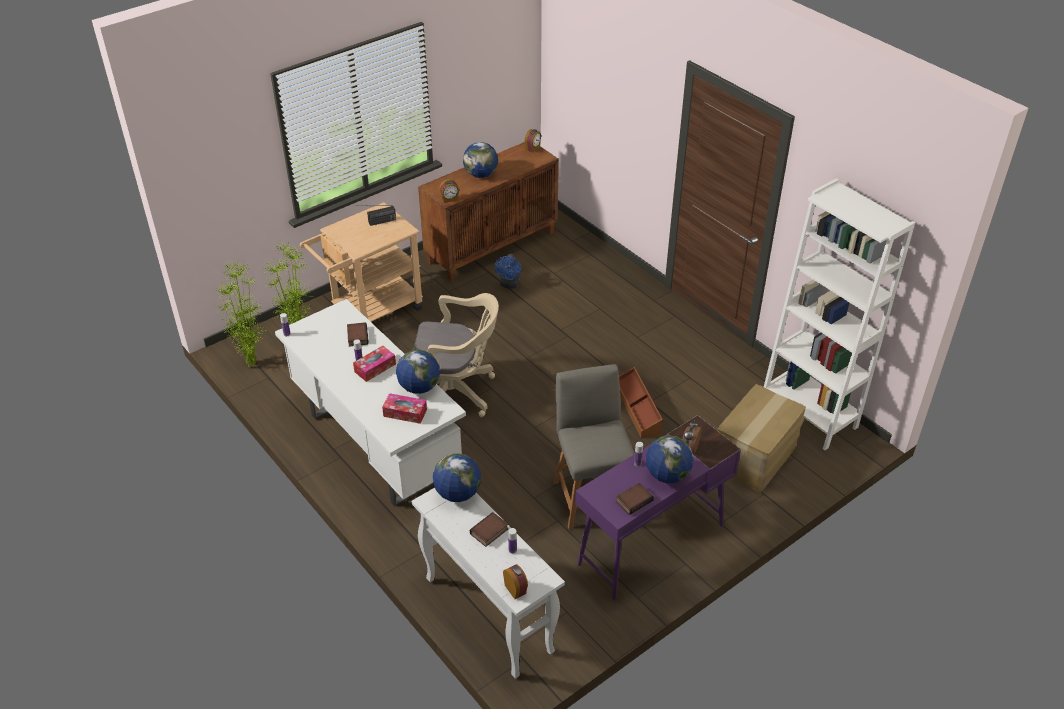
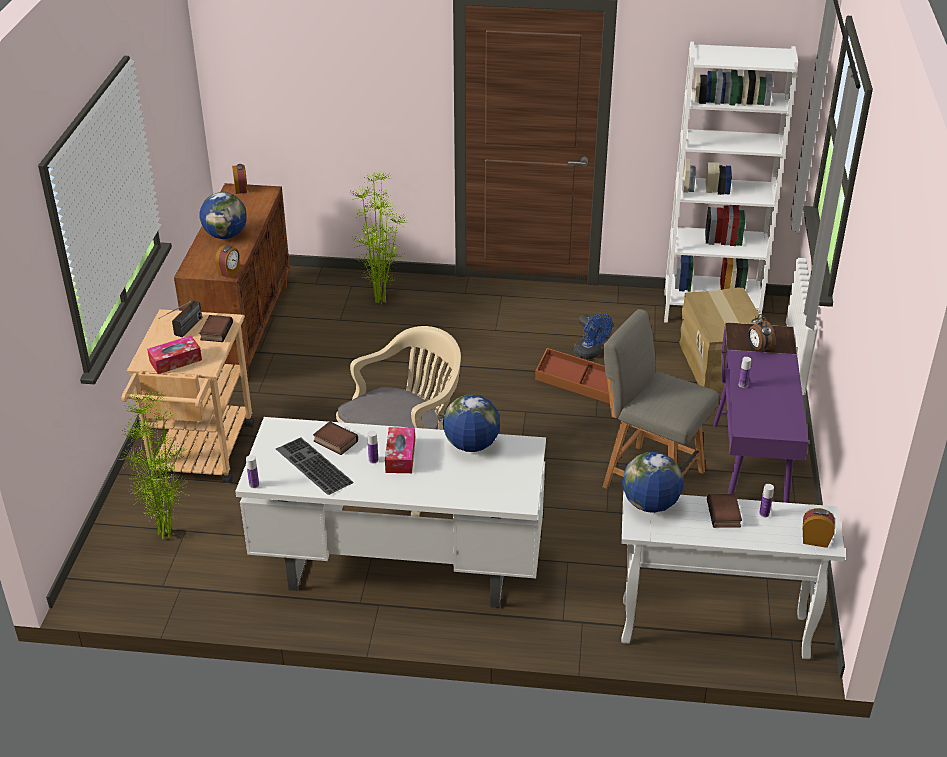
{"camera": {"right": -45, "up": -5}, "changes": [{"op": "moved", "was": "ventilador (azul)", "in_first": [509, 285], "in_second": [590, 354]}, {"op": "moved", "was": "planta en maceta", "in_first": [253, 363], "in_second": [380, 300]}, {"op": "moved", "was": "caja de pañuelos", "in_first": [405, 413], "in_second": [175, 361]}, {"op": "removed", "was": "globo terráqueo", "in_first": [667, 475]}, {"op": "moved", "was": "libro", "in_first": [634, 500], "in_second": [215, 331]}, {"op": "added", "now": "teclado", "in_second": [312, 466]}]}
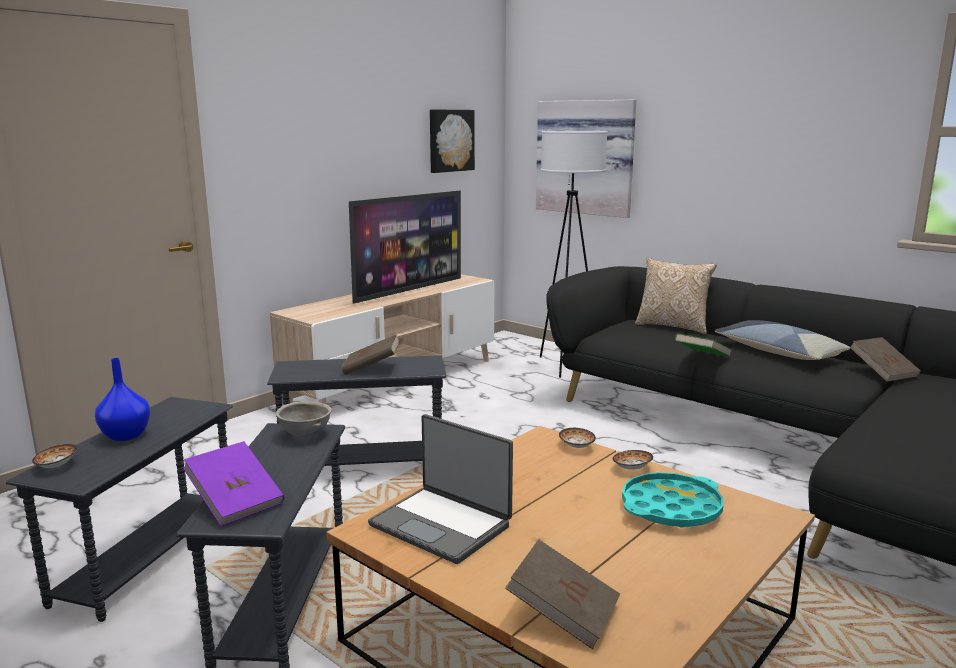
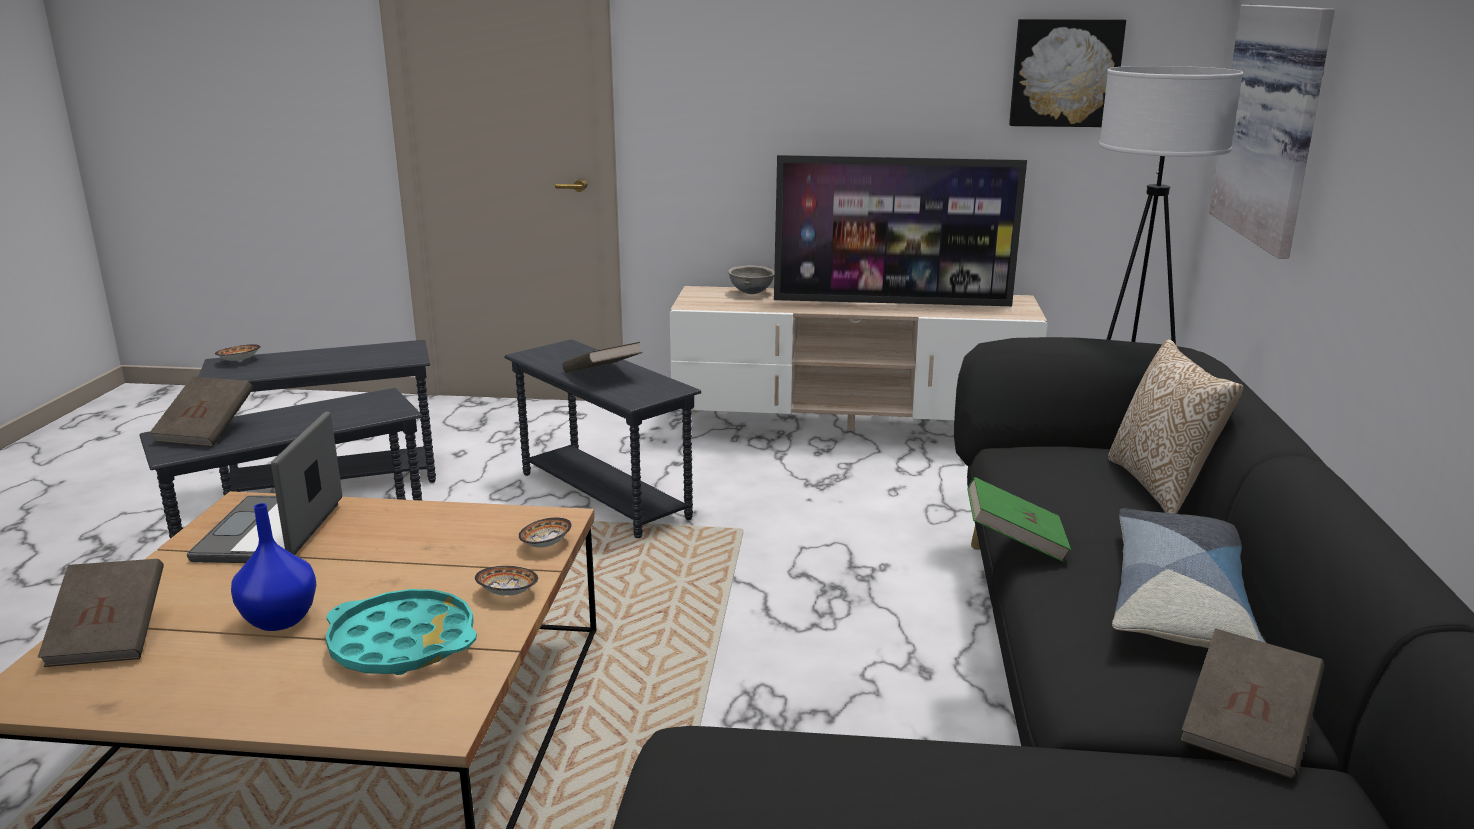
{"camera": {"right": 55, "up": 5}, "changes": [{"op": "moved", "was": "florero (azul)", "in_first": [124, 436], "in_second": [278, 619]}, {"op": "moved", "was": "cuenco (gris)", "in_first": [305, 434], "in_second": [752, 293]}, {"op": "recoloured", "was": "libro (morado)", "now": "libro (marrón)", "in_first": [236, 502], "in_second": [207, 431]}]}
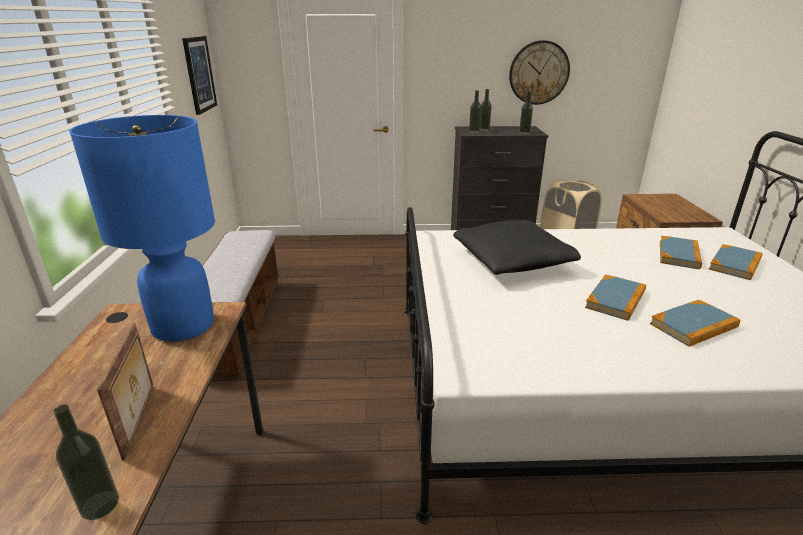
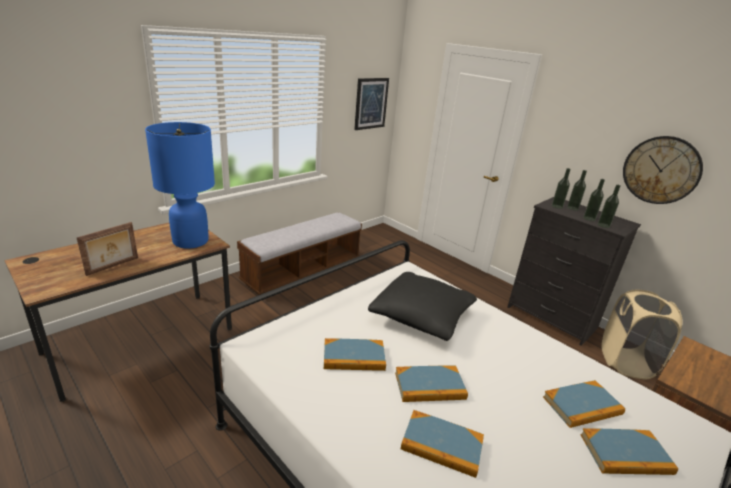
{"camera": {"right": 45, "up": 0}, "changes": [{"op": "moved", "was": "botella", "in_first": [99, 504], "in_second": [589, 218]}, {"op": "added", "now": "libro", "in_second": [354, 357]}]}
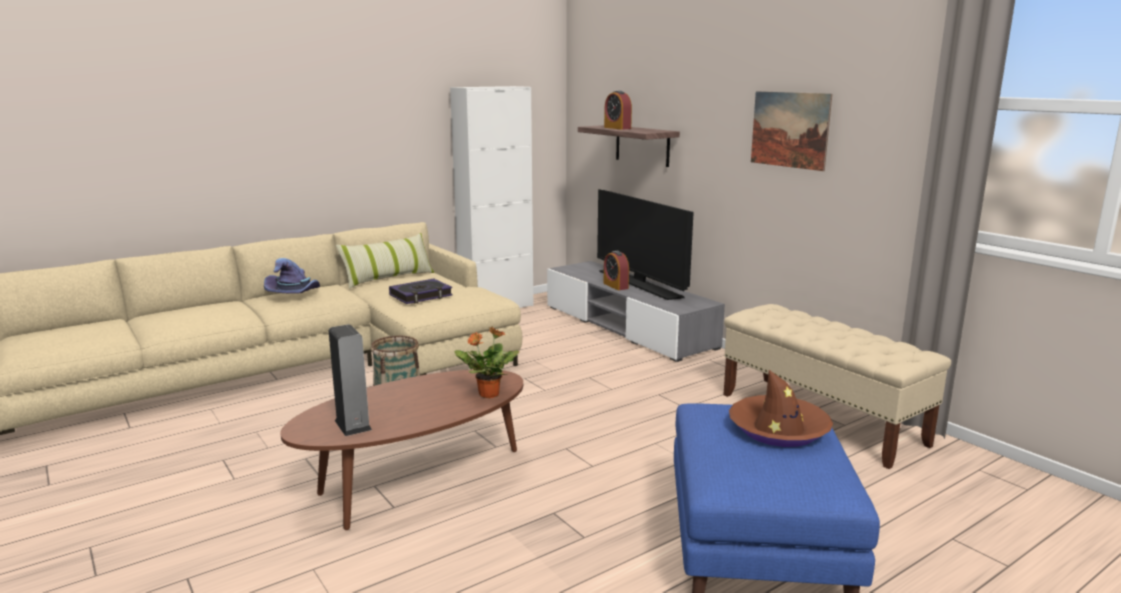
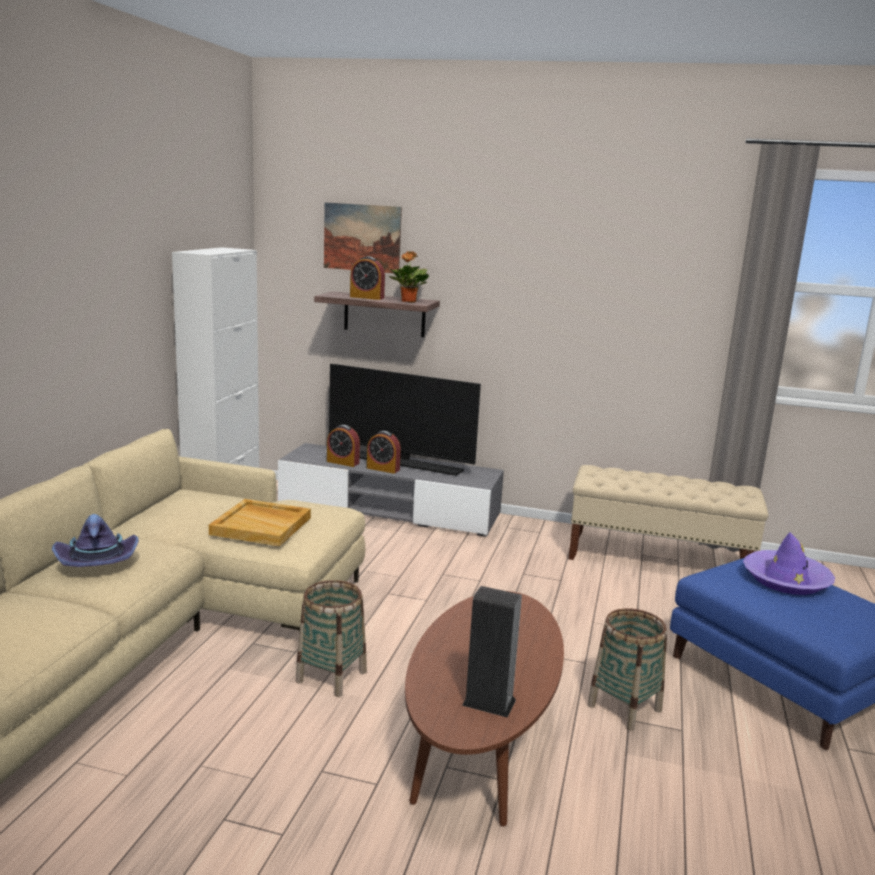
{"camera": {"right": -40, "up": 0}, "changes": [{"op": "moved", "was": "cuadro", "in_first": [789, 129], "in_second": [362, 237]}, {"op": "removed", "was": "cojín", "in_first": [388, 278]}, {"op": "replaced", "was": "libro", "now": "bandeja (beis)", "in_first": [421, 296], "in_second": [262, 526]}, {"op": "moved", "was": "planta en maceta", "in_first": [488, 394], "in_second": [408, 301]}, {"op": "recoloured", "was": "sombrero (marrón)", "now": "sombrero (morado)", "in_first": [778, 430], "in_second": [786, 580]}, {"op": "added", "now": "despertador", "in_second": [343, 462]}, {"op": "added", "now": "cesta", "in_second": [624, 707]}]}
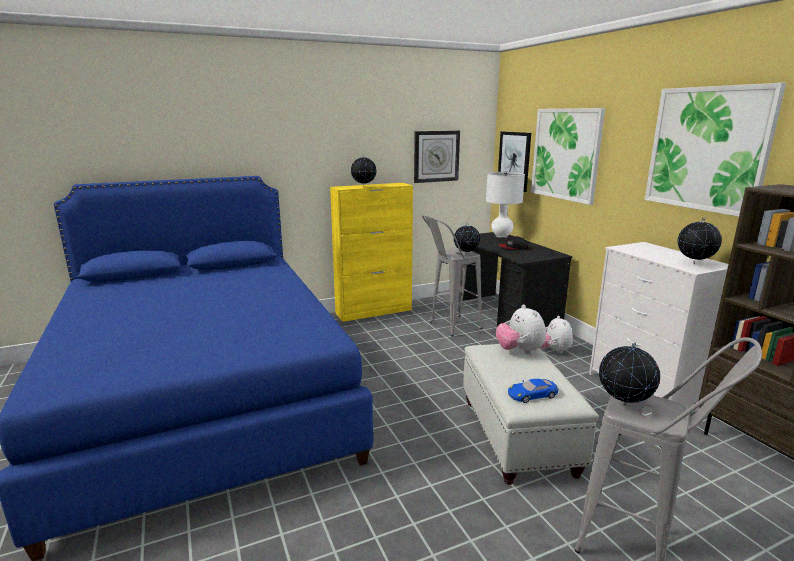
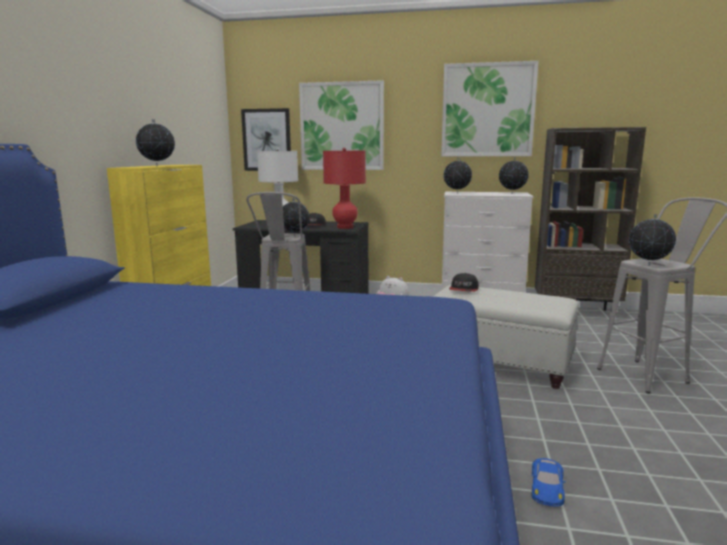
{"camera": {"right": -55, "up": -5}, "changes": [{"op": "removed", "was": "reloj de pared", "in_first": [436, 156]}, {"op": "replaced", "was": "peluche", "now": "gorra", "in_first": [519, 351], "in_second": [464, 290]}, {"op": "moved", "was": "coche de juguete (azul)", "in_first": [532, 394], "in_second": [547, 487]}, {"op": "added", "now": "lámpara de mesa (rojo)", "in_second": [345, 227]}, {"op": "added", "now": "globo terráqueo", "in_second": [456, 193]}]}
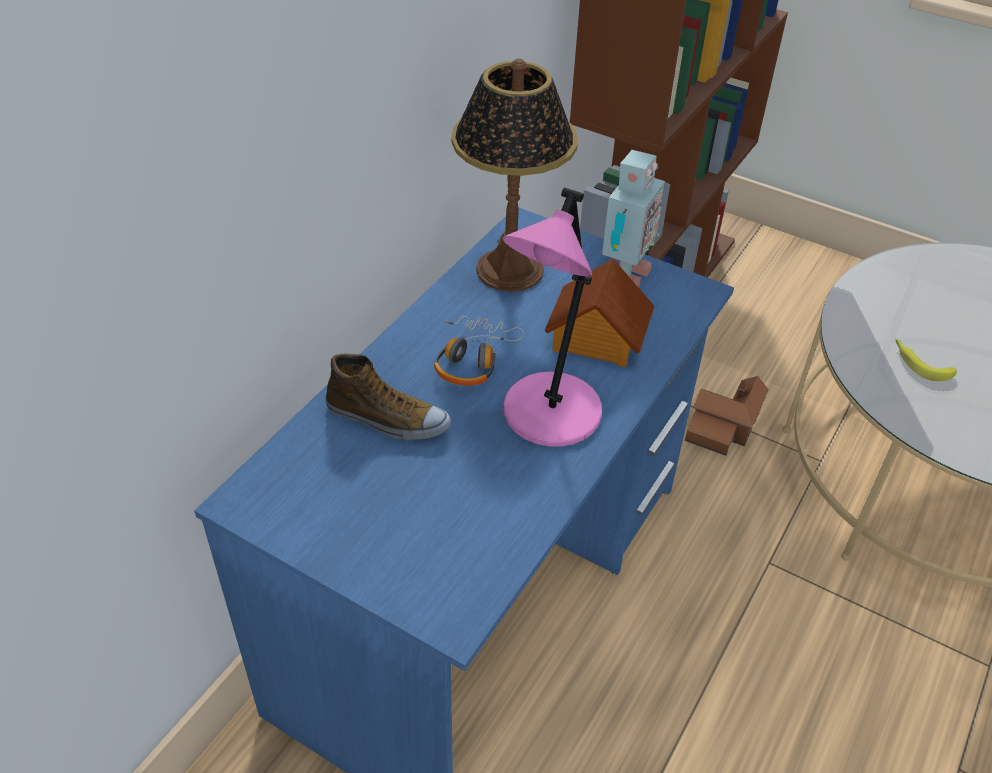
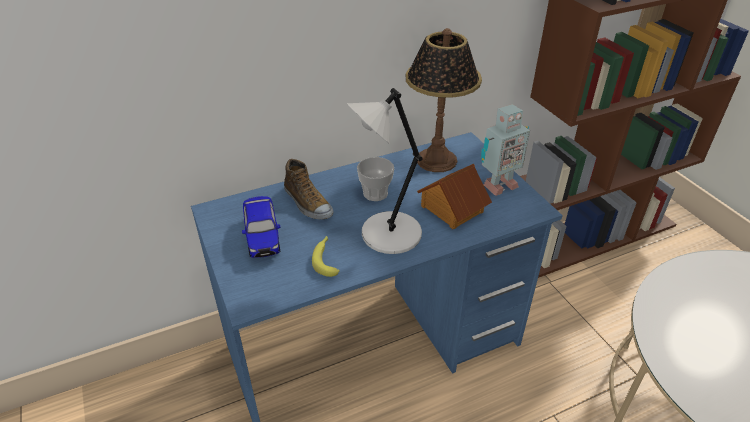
{"camera": {"right": 35, "up": -5}, "changes": [{"op": "recoloured", "was": "lámpara de mesa (rosa)", "now": "lámpara de mesa (gris)", "in_first": [549, 415], "in_second": [388, 235]}, {"op": "replaced", "was": "auriculares", "now": "taza", "in_first": [472, 358], "in_second": [375, 193]}, {"op": "moved", "was": "plátano", "in_first": [919, 363], "in_second": [326, 259]}, {"op": "removed", "was": "casita", "in_first": [724, 426]}, {"op": "added", "now": "coche de juguete", "in_second": [262, 237]}]}
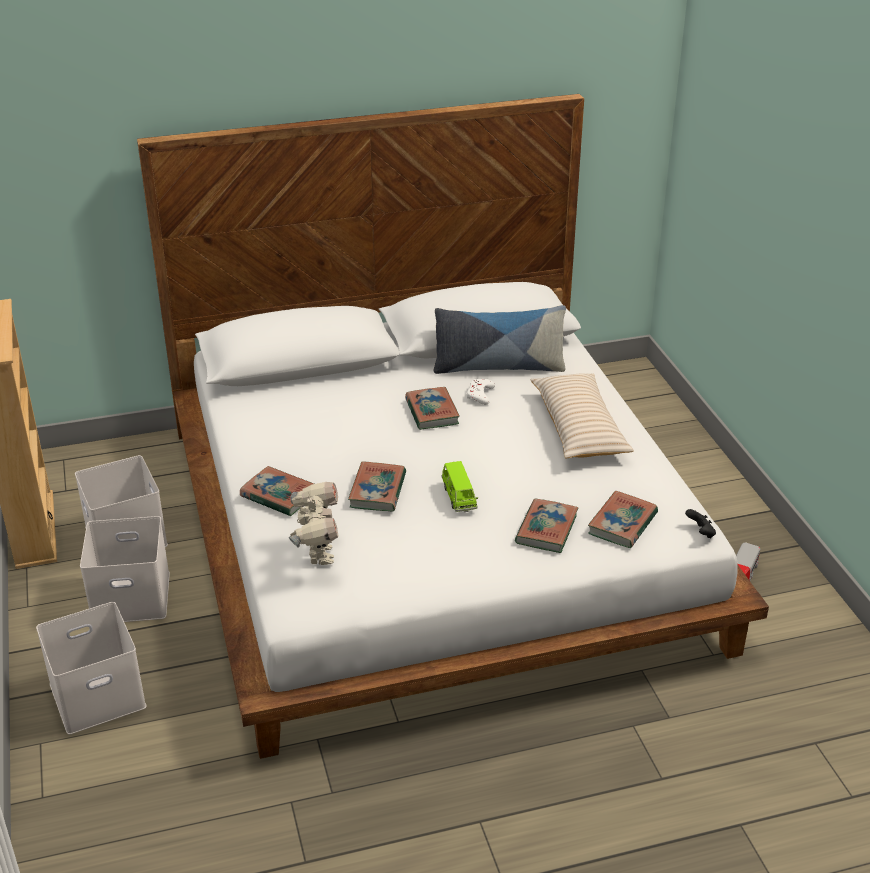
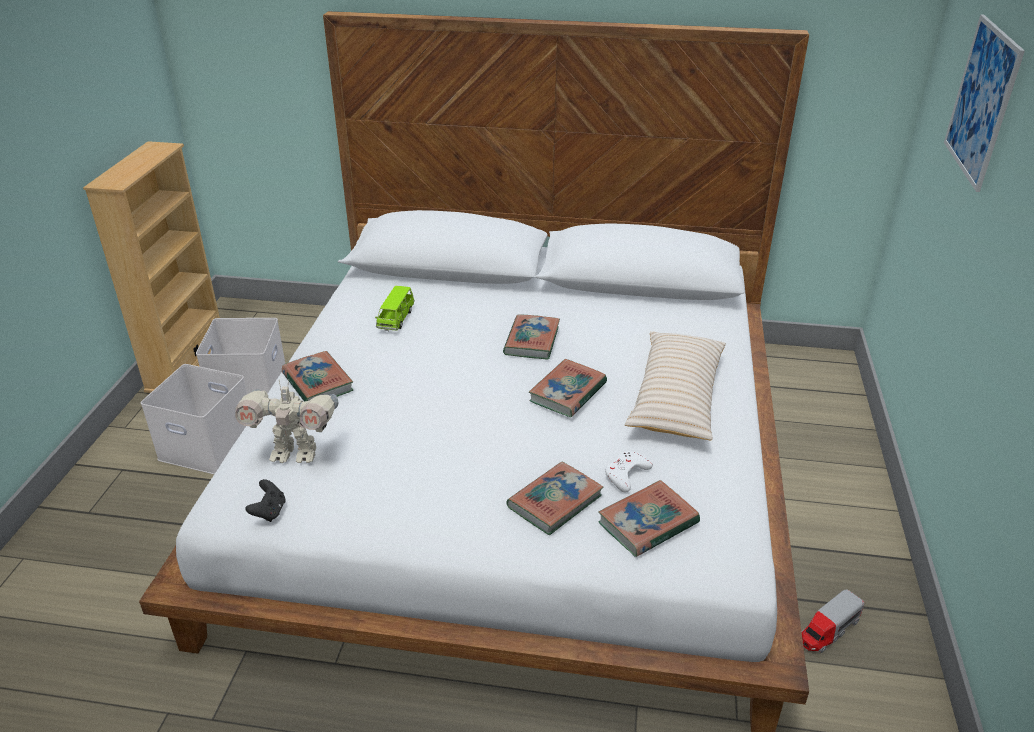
{"camera": {"right": 25, "up": 0}, "changes": [{"op": "removed", "was": "cojín", "in_first": [498, 366]}, {"op": "moved", "was": "mando de consola (blanco)", "in_first": [480, 394], "in_second": [626, 474]}, {"op": "moved", "was": "libro", "in_first": [377, 491], "in_second": [568, 392]}, {"op": "moved", "was": "coche de juguete (verde)", "in_first": [459, 497], "in_second": [396, 319]}, {"op": "turned", "was": "robot de juguete", "in_first": [318, 554], "in_second": [295, 453], "clockwise": 75}, {"op": "moved", "was": "mando de consola (negro)", "in_first": [700, 533], "in_second": [269, 512]}, {"op": "removed", "was": "caja de almacenaje (blanco)", "in_first": [99, 693]}, {"op": "added", "now": "cuadro", "in_second": [981, 101]}]}
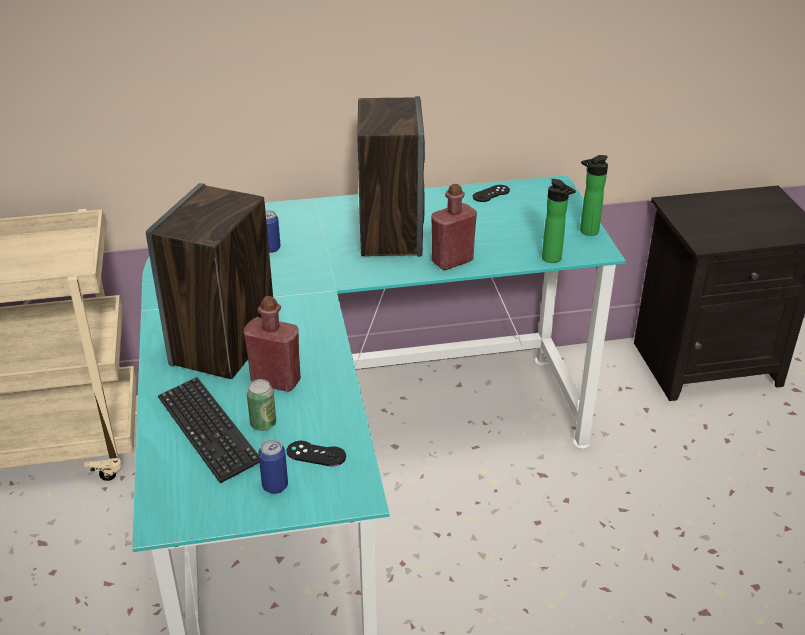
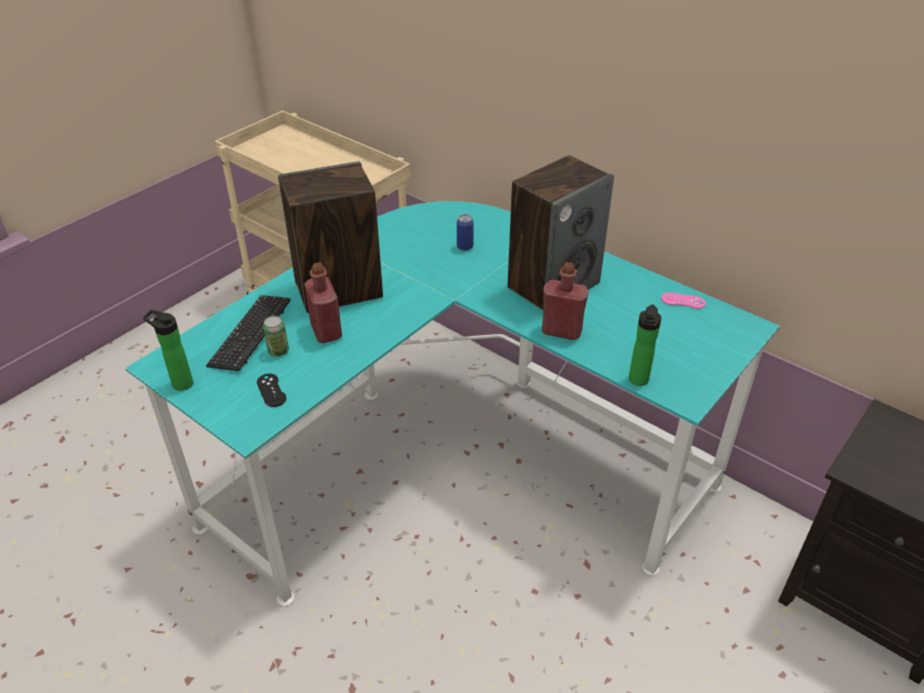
{"camera": {"right": 50, "up": 5}, "changes": [{"op": "moved", "was": "botella", "in_first": [586, 232], "in_second": [179, 383]}, {"op": "recoloured", "was": "mando de consola (negro)", "now": "mando de consola (rosa)", "in_first": [491, 194], "in_second": [683, 301]}, {"op": "removed", "was": "lata", "in_first": [275, 486]}]}
